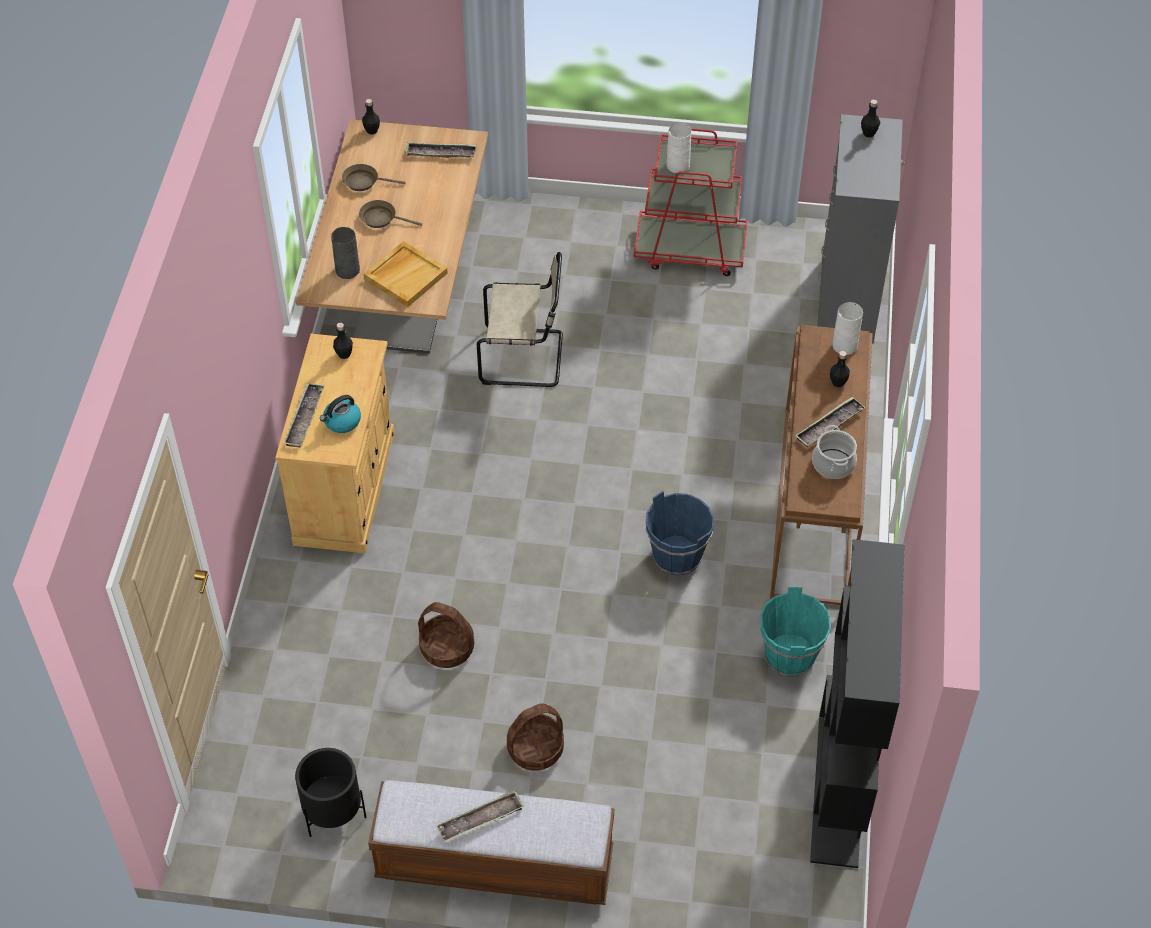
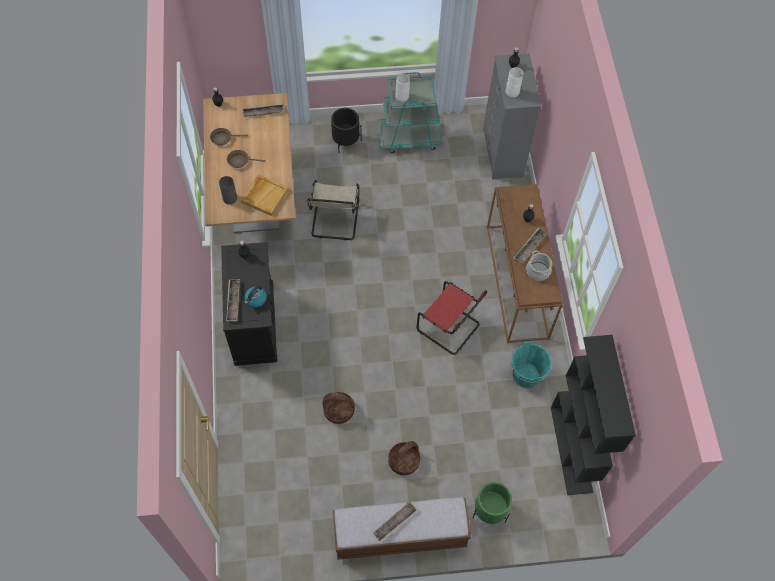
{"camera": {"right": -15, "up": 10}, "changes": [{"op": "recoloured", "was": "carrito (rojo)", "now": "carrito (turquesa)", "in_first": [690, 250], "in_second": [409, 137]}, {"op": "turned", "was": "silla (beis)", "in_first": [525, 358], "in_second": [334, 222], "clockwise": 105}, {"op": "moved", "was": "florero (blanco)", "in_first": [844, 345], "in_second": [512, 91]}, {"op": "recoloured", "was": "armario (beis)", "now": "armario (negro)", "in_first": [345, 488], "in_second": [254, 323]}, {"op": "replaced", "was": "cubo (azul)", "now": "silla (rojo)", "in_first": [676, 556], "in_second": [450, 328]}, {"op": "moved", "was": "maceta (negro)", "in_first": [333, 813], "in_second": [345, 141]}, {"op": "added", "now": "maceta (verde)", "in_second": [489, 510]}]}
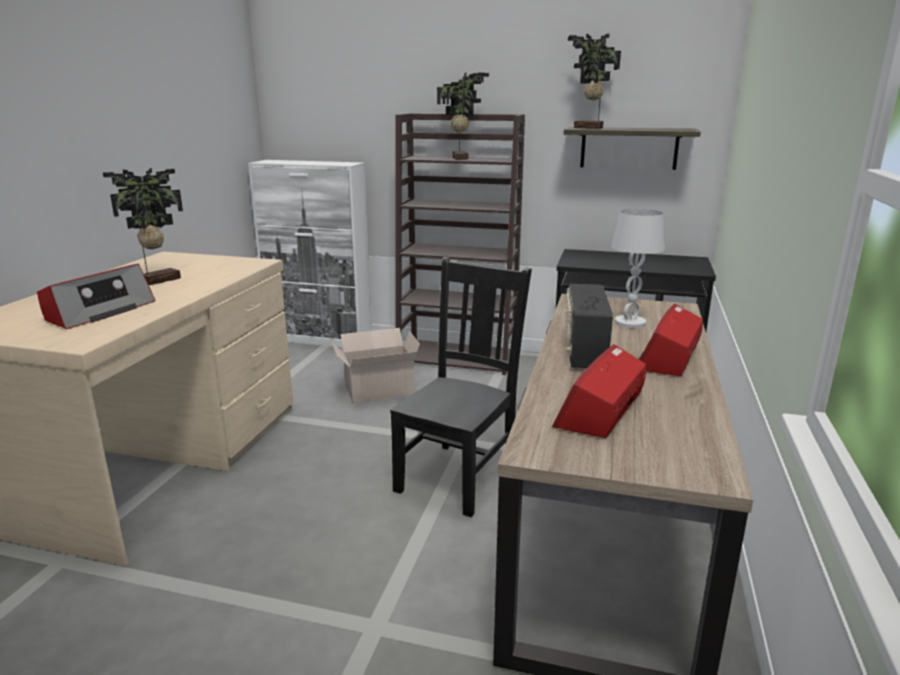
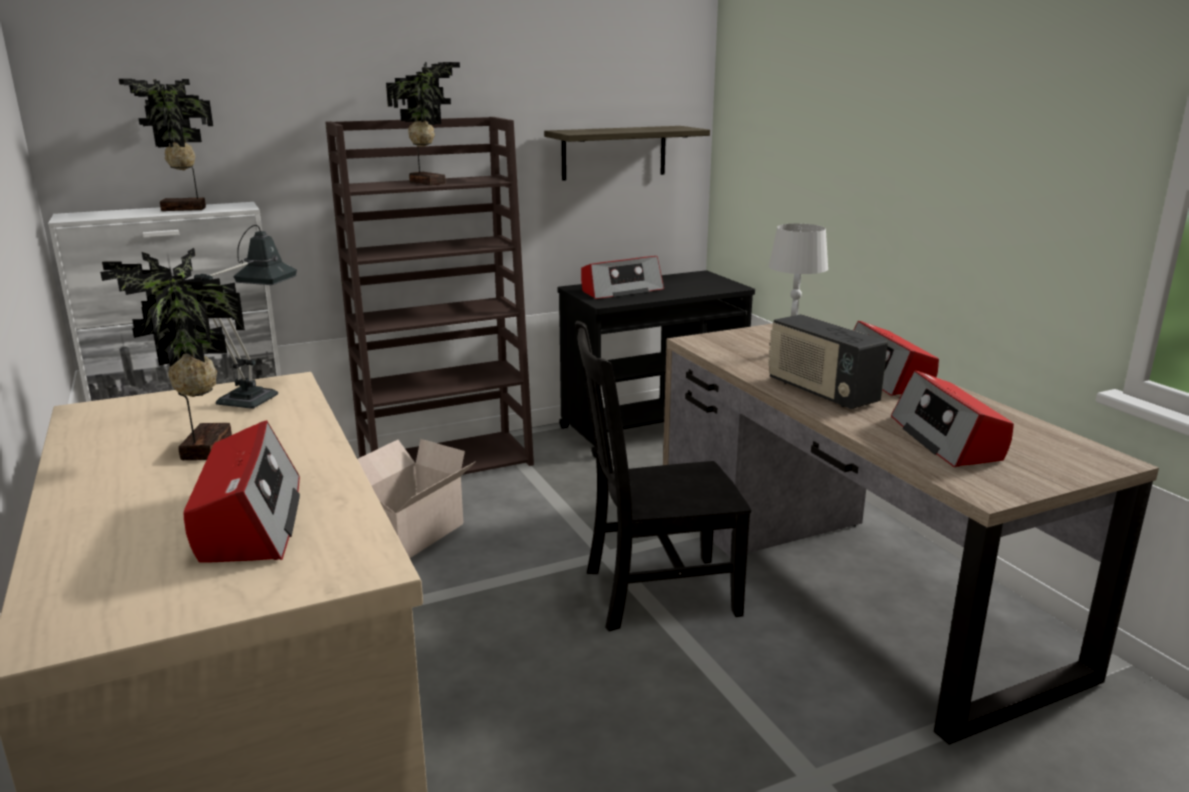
{"camera": {"right": -40, "up": 0}, "changes": [{"op": "moved", "was": "planta en maceta", "in_first": [588, 128], "in_second": [184, 209]}, {"op": "turned", "was": "silla (negro)", "in_first": [459, 475], "in_second": [655, 592], "clockwise": -90}, {"op": "added", "now": "lámpara de mesa", "in_second": [256, 396]}, {"op": "added", "now": "radio", "in_second": [620, 290]}]}
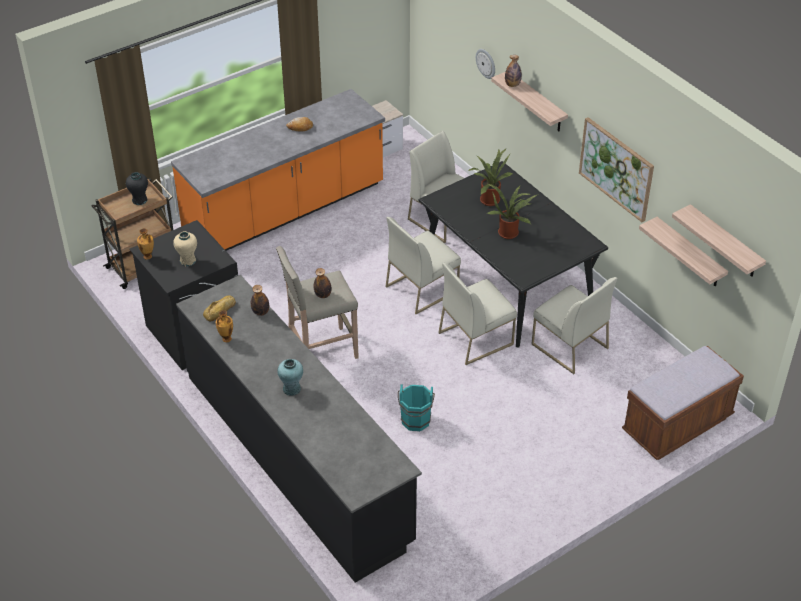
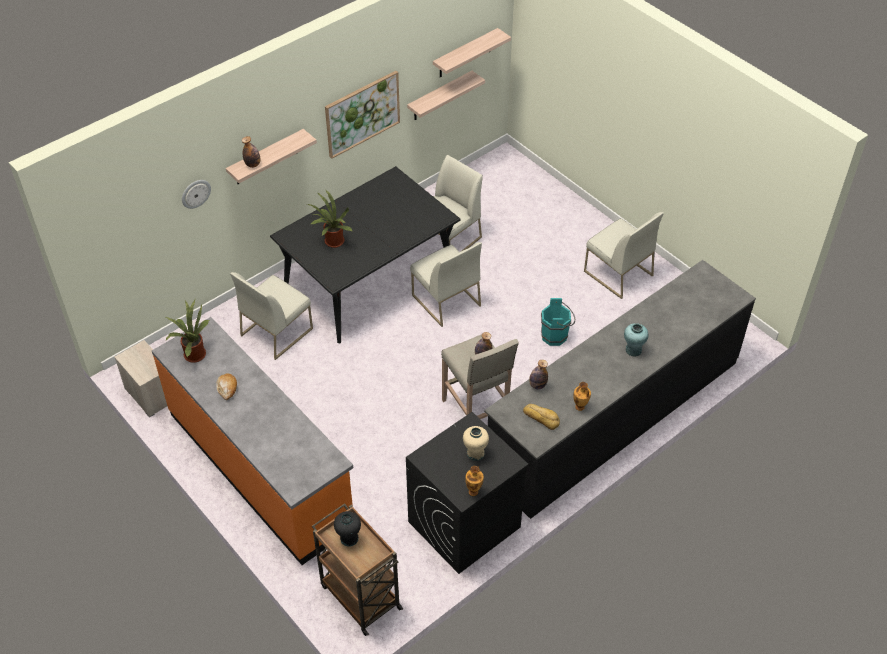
{"camera": {"right": -95, "up": 5}, "changes": [{"op": "moved", "was": "planta en maceta", "in_first": [509, 232], "in_second": [193, 354]}, {"op": "moved", "was": "silla (blanco)", "in_first": [422, 288], "in_second": [617, 273]}, {"op": "removed", "was": "banco (marrón)", "in_first": [677, 425]}]}
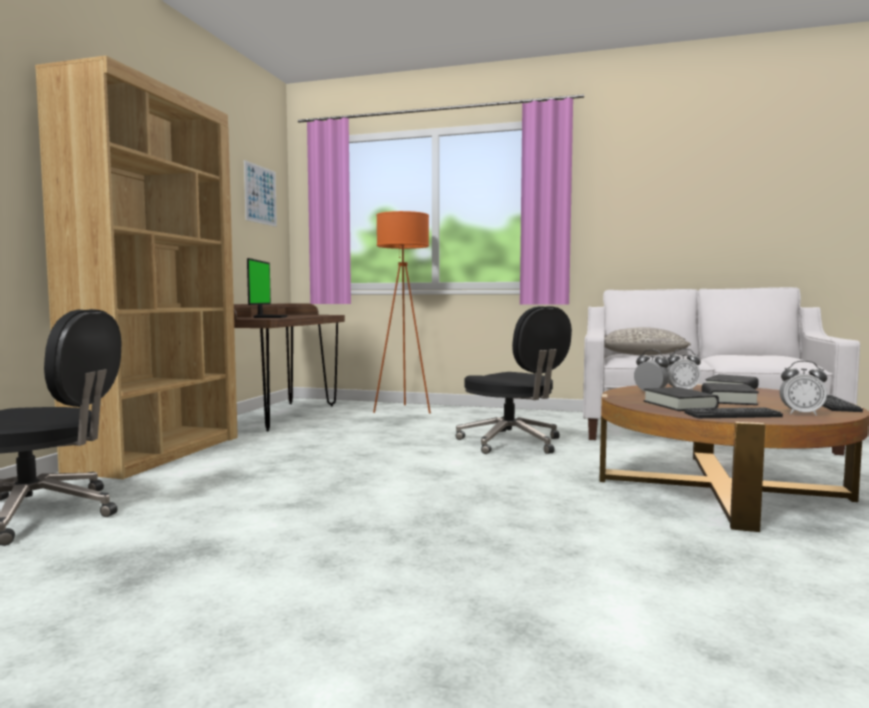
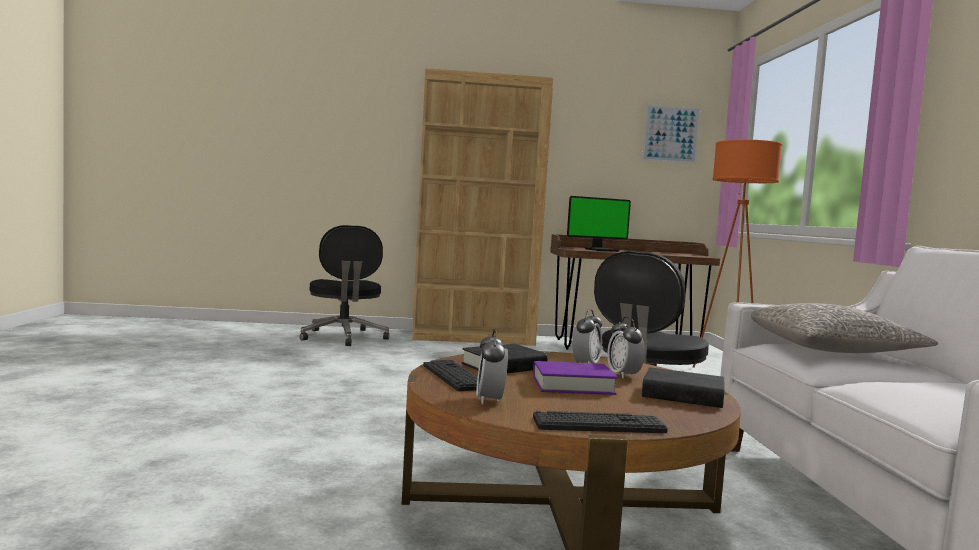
{"camera": {"right": 70, "up": 0}, "changes": [{"op": "recoloured", "was": "libro (negro)", "now": "libro (morado)", "in_first": [728, 399], "in_second": [572, 385]}]}
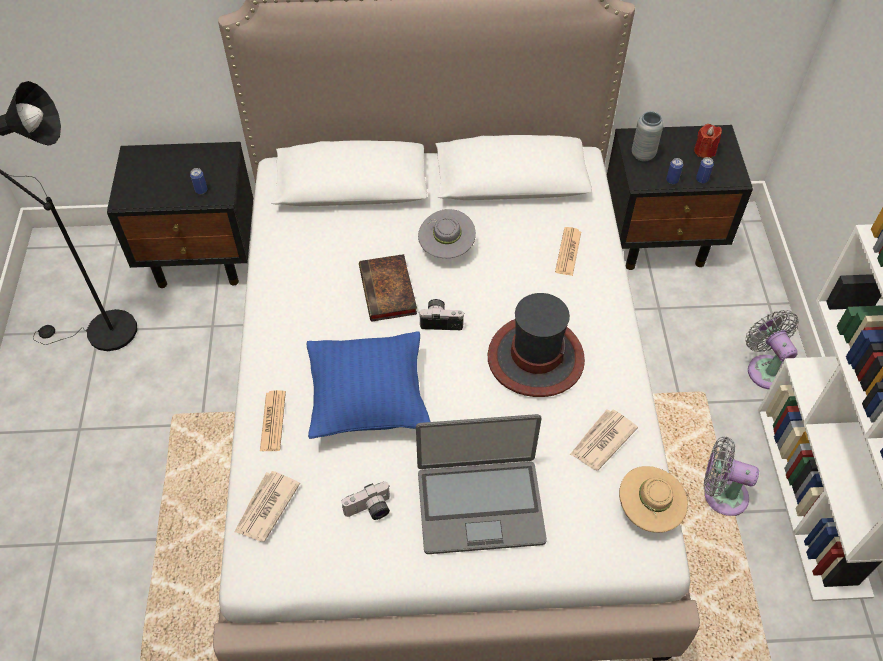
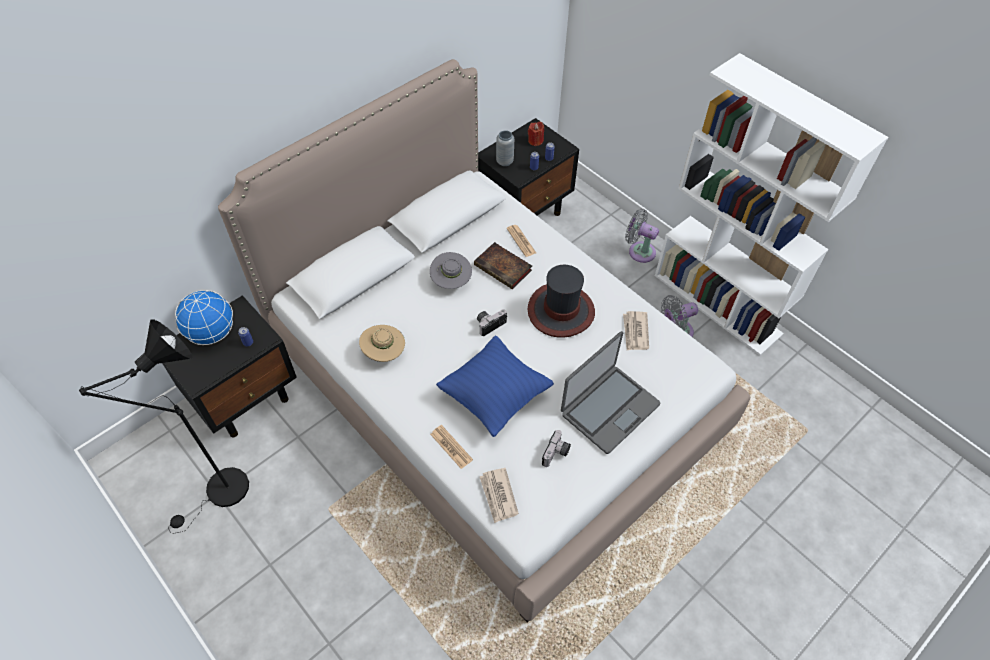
{"camera": {"right": -40, "up": 0}, "changes": [{"op": "moved", "was": "libro", "in_first": [389, 292], "in_second": [504, 268]}, {"op": "moved", "was": "sombrero (beis)", "in_first": [648, 510], "in_second": [384, 352]}, {"op": "added", "now": "globo terráqueo", "in_second": [212, 333]}]}
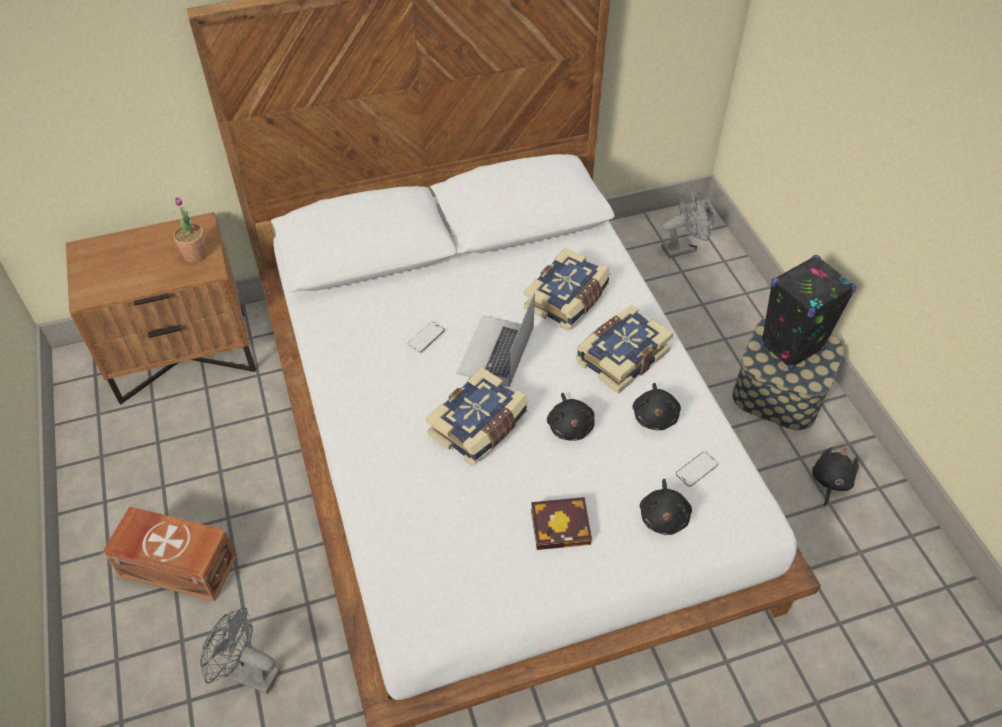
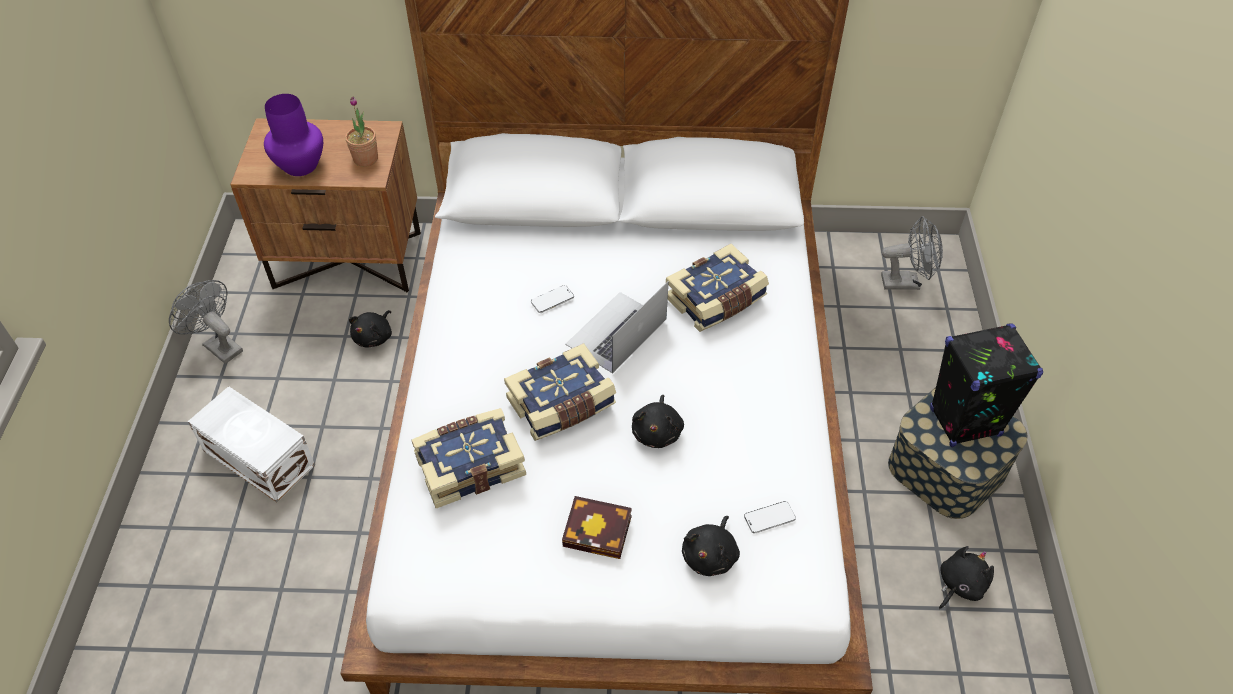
{"camera": {"right": 20, "up": 0}, "changes": [{"op": "moved", "was": "libro", "in_first": [620, 356], "in_second": [469, 464]}, {"op": "moved", "was": "peluche (negro)", "in_first": [655, 416], "in_second": [374, 337]}, {"op": "recoloured", "was": "caja de almacenaje (marrón)", "now": "caja de almacenaje (blanco)", "in_first": [178, 564], "in_second": [259, 456]}, {"op": "moved", "was": "ventilador (gris)", "in_first": [247, 673], "in_second": [218, 345]}, {"op": "added", "now": "florero (morado)", "in_second": [299, 165]}]}
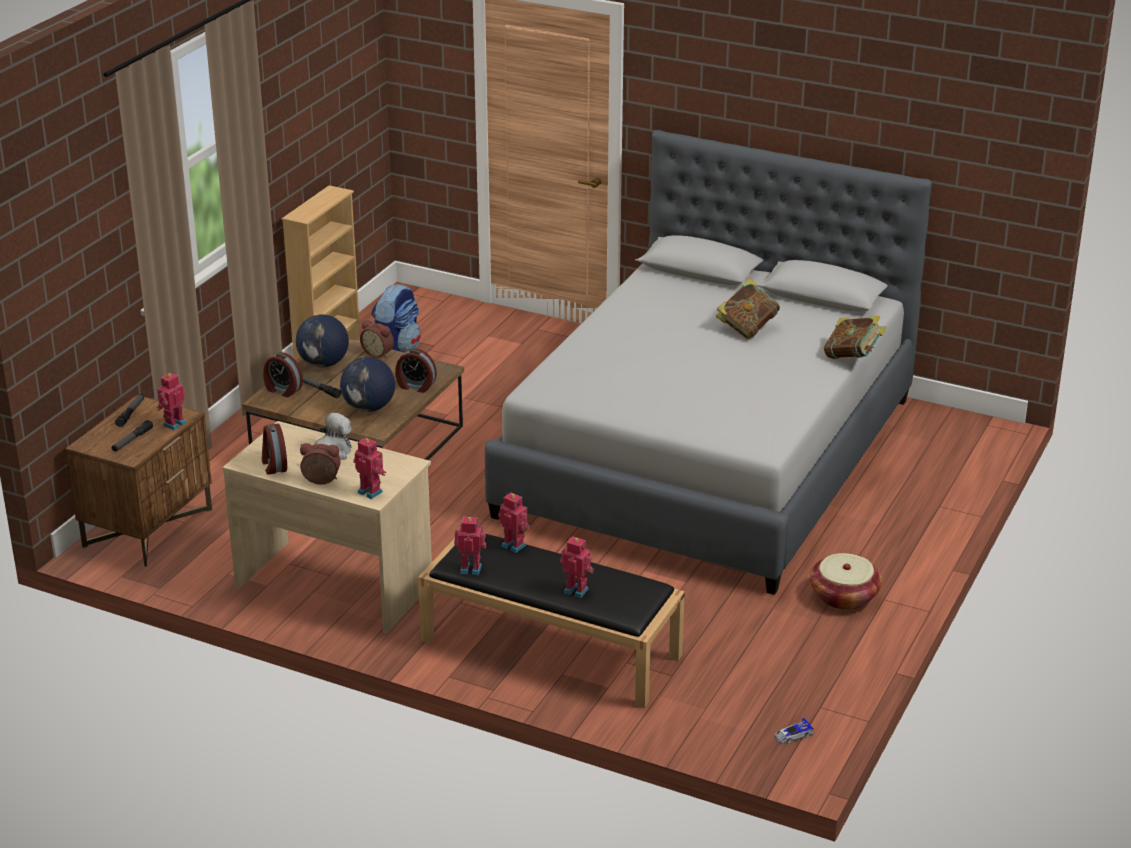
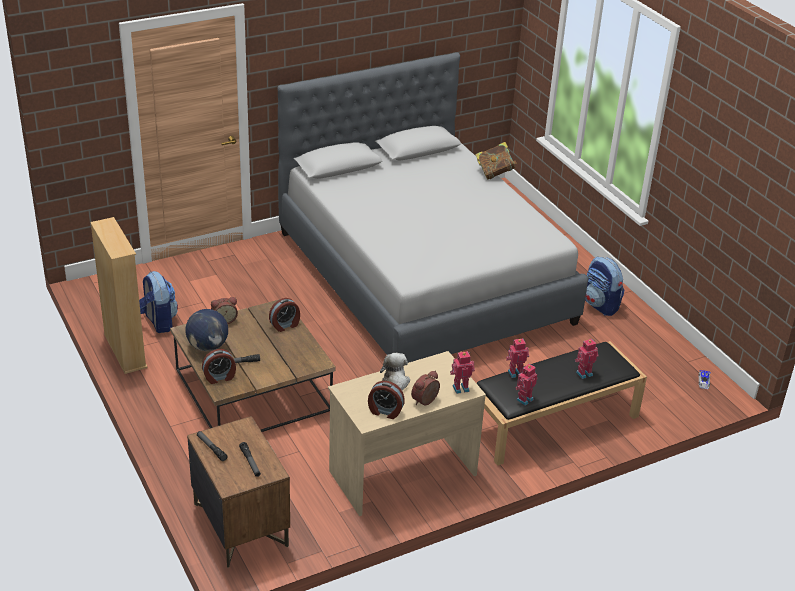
{"camera": {"right": -55, "up": 5}, "changes": [{"op": "removed", "was": "libro", "in_first": [747, 328]}, {"op": "removed", "was": "globo terráqueo", "in_first": [369, 408]}, {"op": "removed", "was": "robot de juguete", "in_first": [173, 423]}, {"op": "replaced", "was": "cesta", "now": "mochila", "in_first": [844, 597], "in_second": [600, 305]}]}
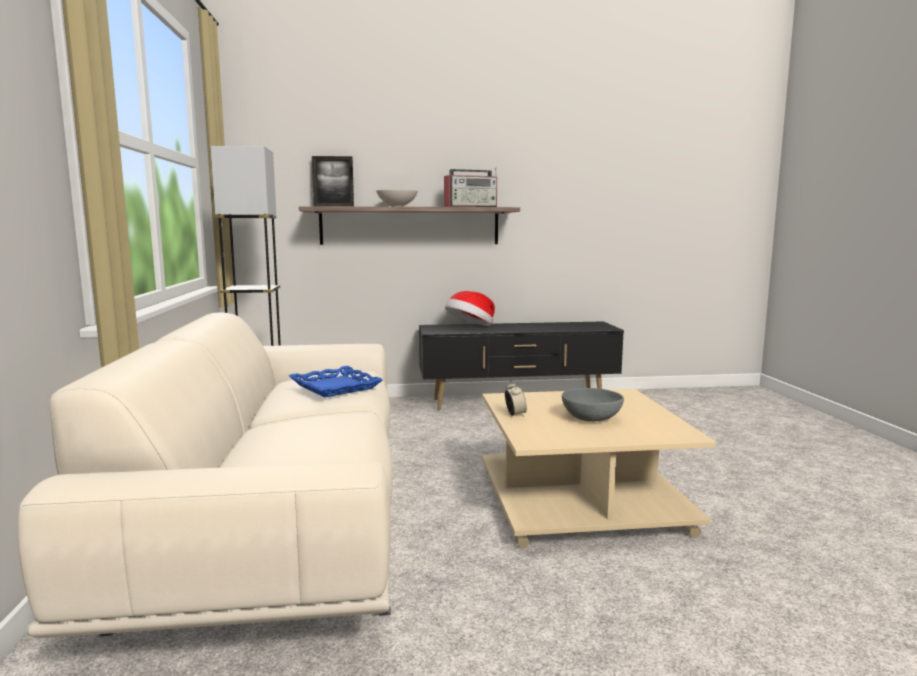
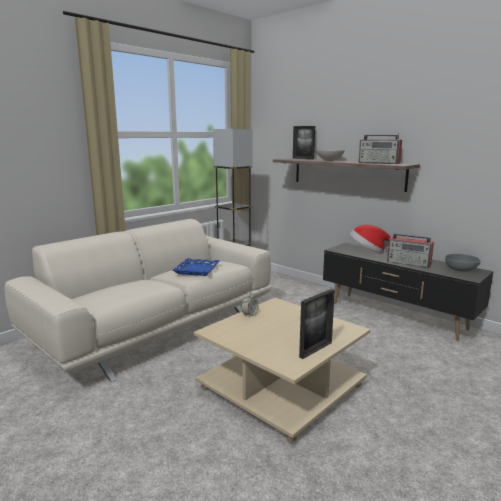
{"camera": {"right": 50, "up": 5}, "changes": [{"op": "moved", "was": "cuenco (gris)", "in_first": [591, 417], "in_second": [461, 269]}, {"op": "added", "now": "radio", "in_second": [409, 263]}, {"op": "added", "now": "portarretratos", "in_second": [316, 349]}]}
